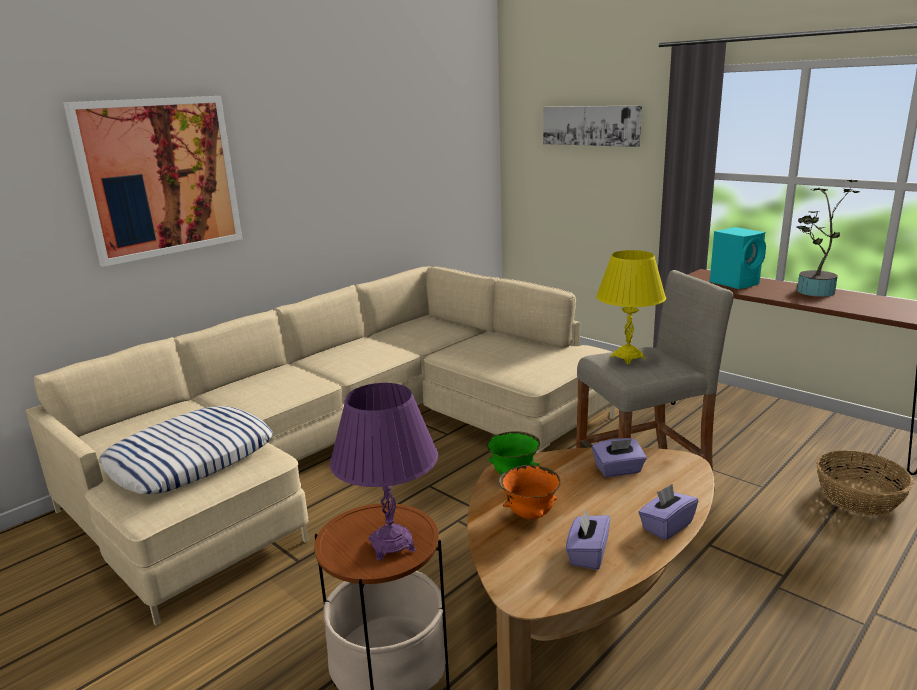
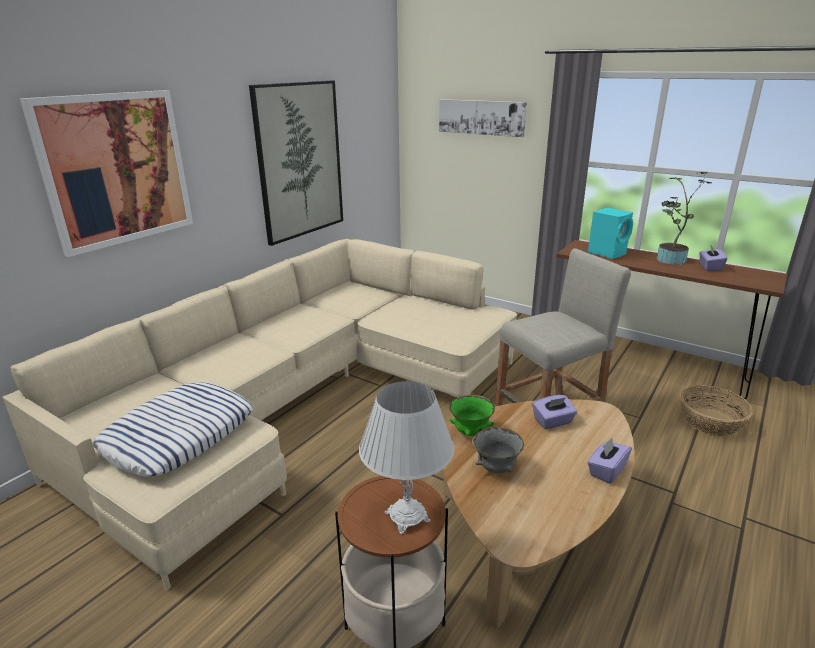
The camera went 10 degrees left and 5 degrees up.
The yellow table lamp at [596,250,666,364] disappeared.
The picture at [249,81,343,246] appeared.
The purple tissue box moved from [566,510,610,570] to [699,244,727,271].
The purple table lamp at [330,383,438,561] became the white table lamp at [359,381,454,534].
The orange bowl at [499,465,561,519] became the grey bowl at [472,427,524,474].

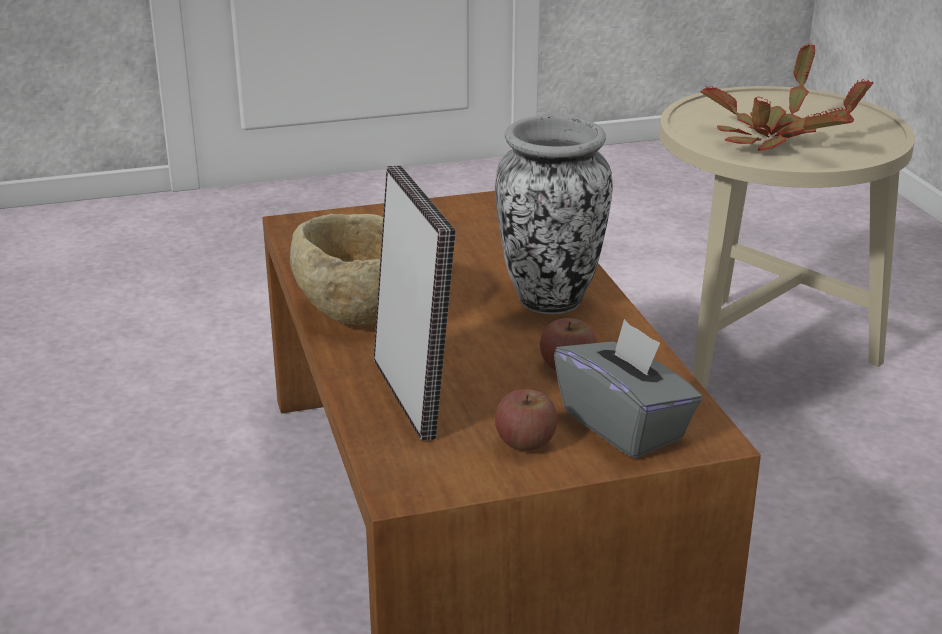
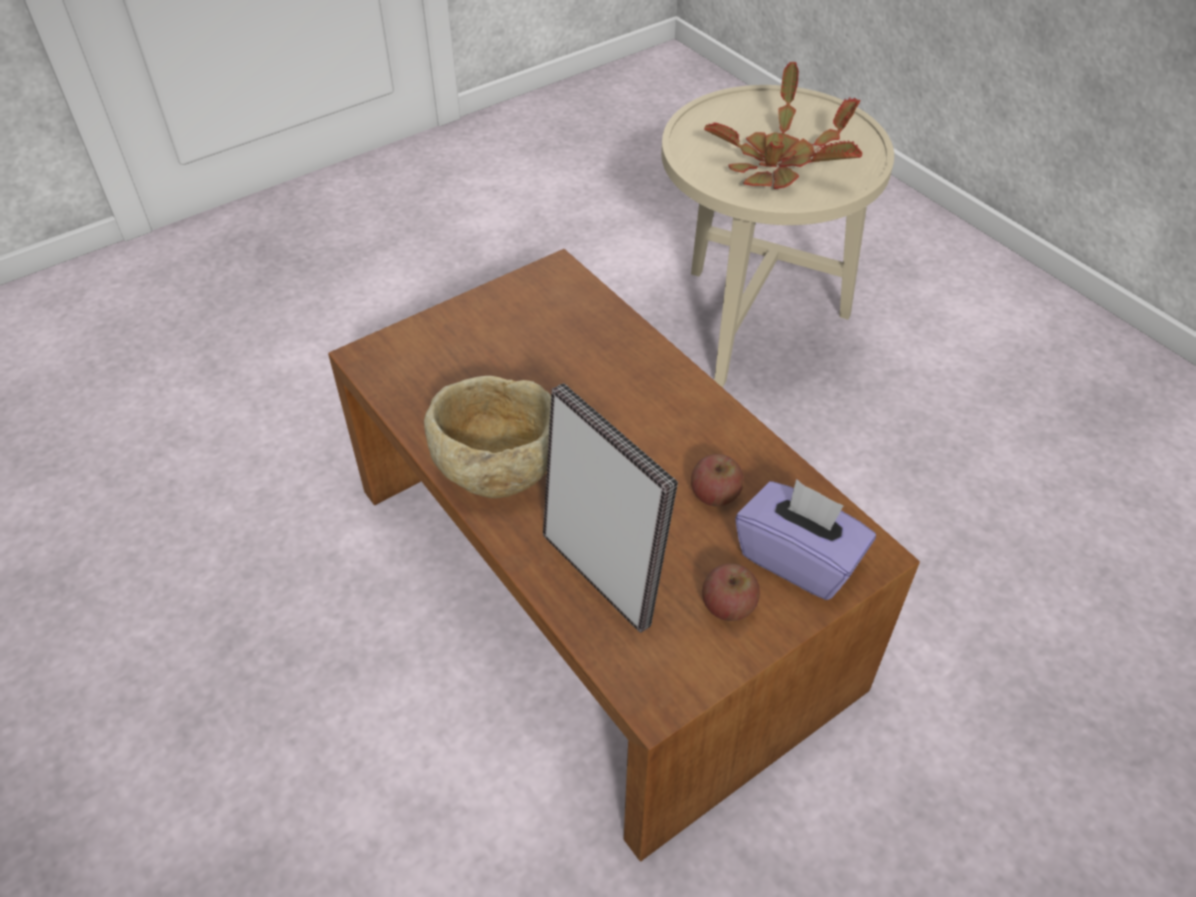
The camera went 20 degrees left and 20 degrees up.
The vase at [495,115,613,314] disappeared.
The grey tissue box at [554,319,703,459] became the purple tissue box at [735,479,876,600].

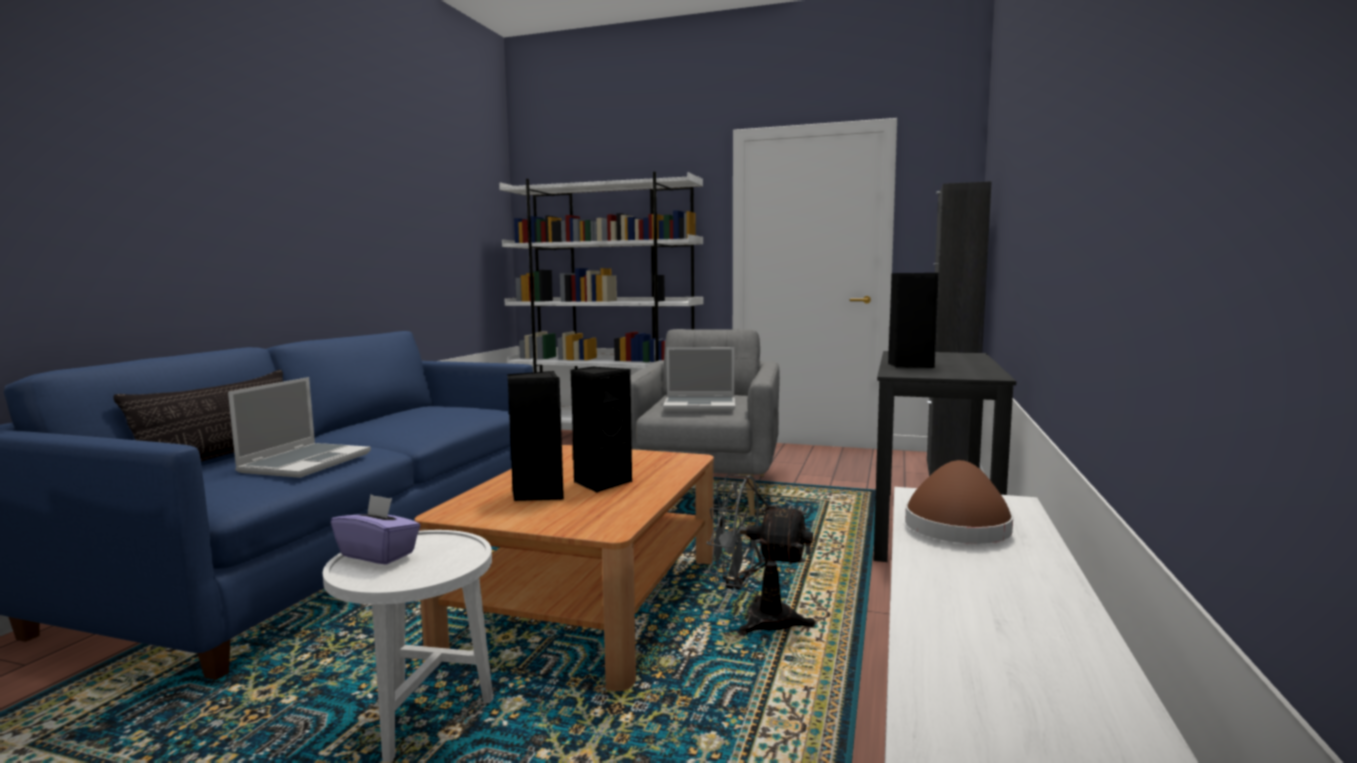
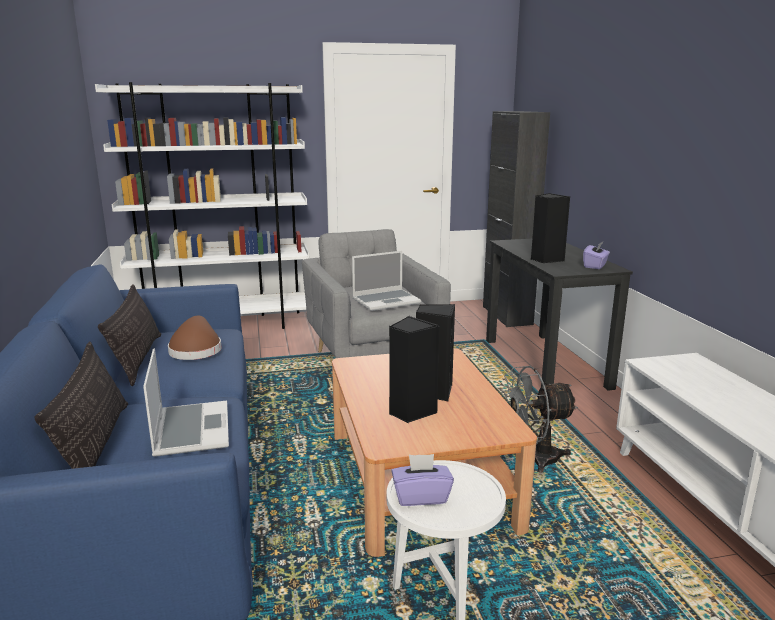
The camera went 30 degrees left and 10 degrees up.
The pillow at [98,284,161,386] appeared.
The purple tissue box at [583,242,610,269] appeared.
The brown hat moved from [905,460,1013,544] to [168,316,221,360].

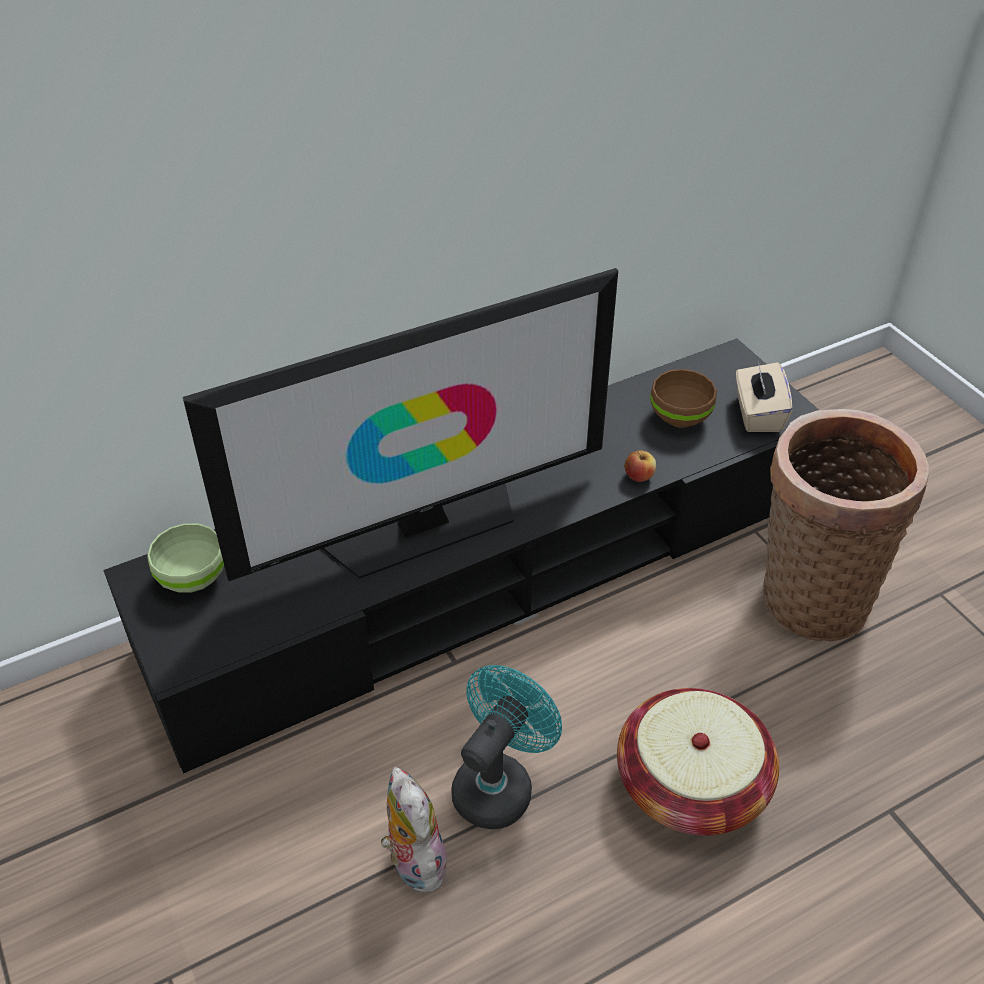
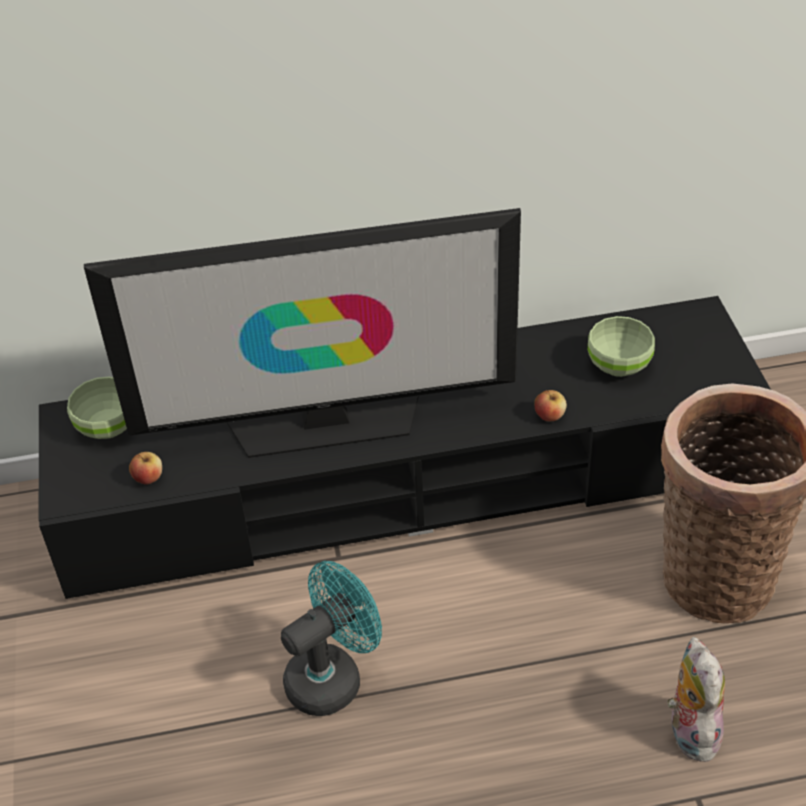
The camera went 20 degrees right and 0 degrees up.
The basket at [617,688,779,836] disappeared.
The beige tissue box at [736,361,793,432] disappeared.
The apple at [129,452,162,485] appeared.
The plush toy moved from [381,767,452,892] to [667,637,725,763].
The brown bowl at [650,369,717,428] became the green bowl at [588,316,655,377].

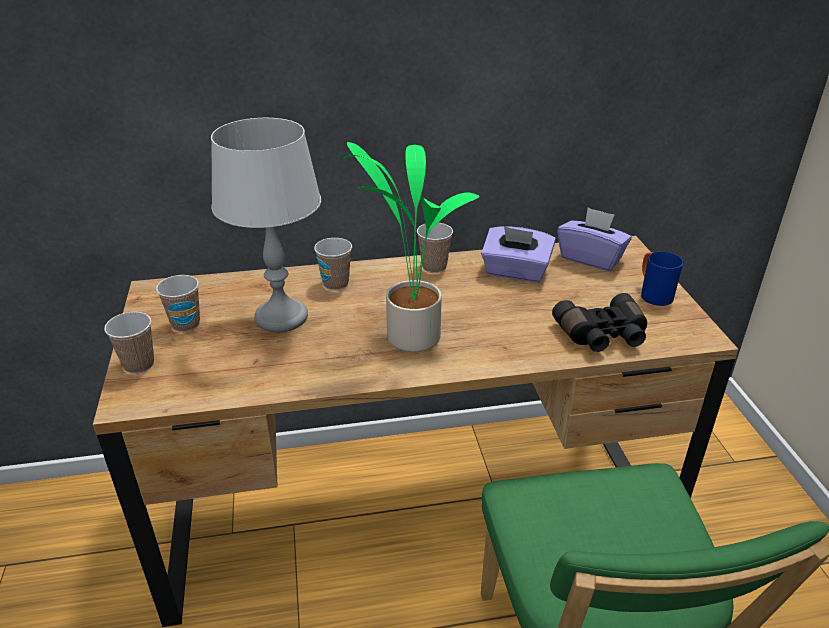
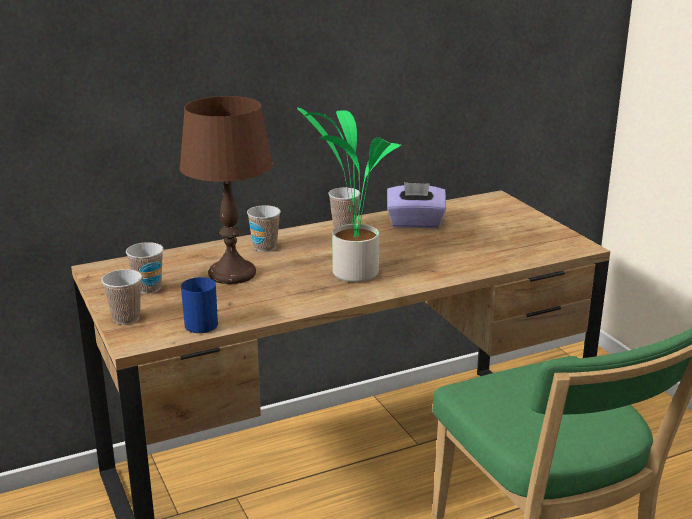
The camera went 15 degrees left and 10 degrees down.
The black binoculars at [552,293,647,352] disappeared.
The purple tissue box at [557,207,632,271] disappeared.
The blue mug moved from [641,252,683,306] to [181,277,218,333].
The grey table lamp at [211,118,321,332] became the brown table lamp at [179,96,273,284].

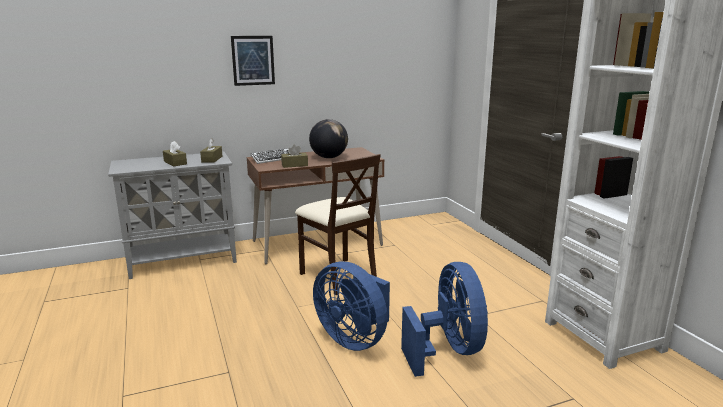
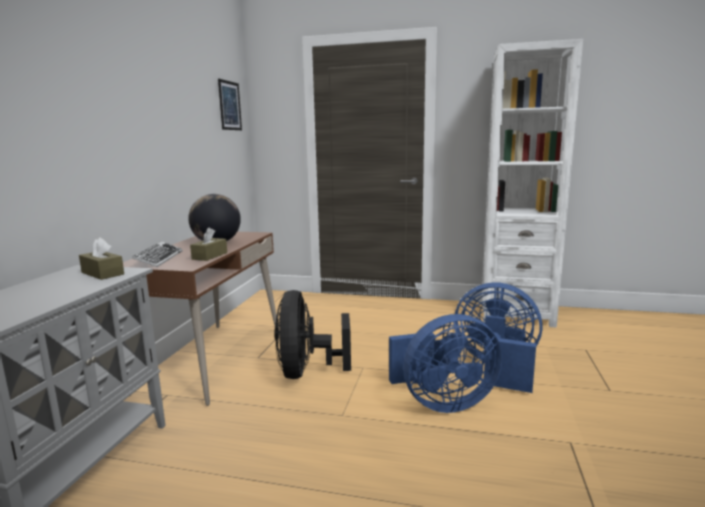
The camera went 55 degrees left and 5 degrees down.
The brown tissue box at [163,141,187,166] disappeared.
The picture moved from [231,36,275,86] to [218,79,242,130].
The beige chair at [295,154,381,295] was replaced by the black fan at [274,290,351,379].

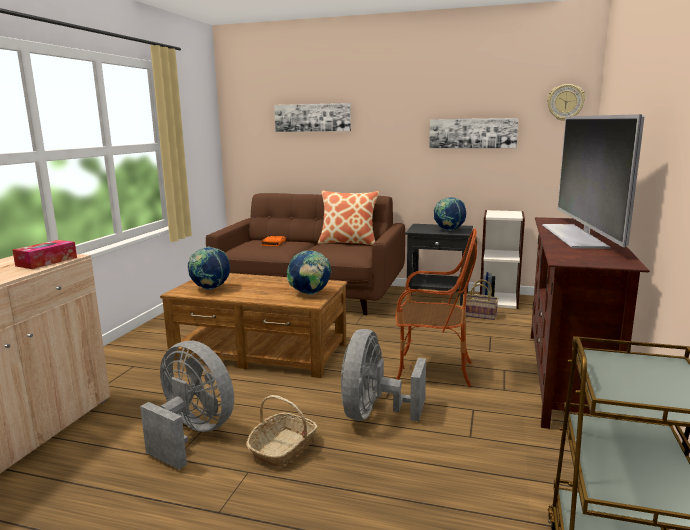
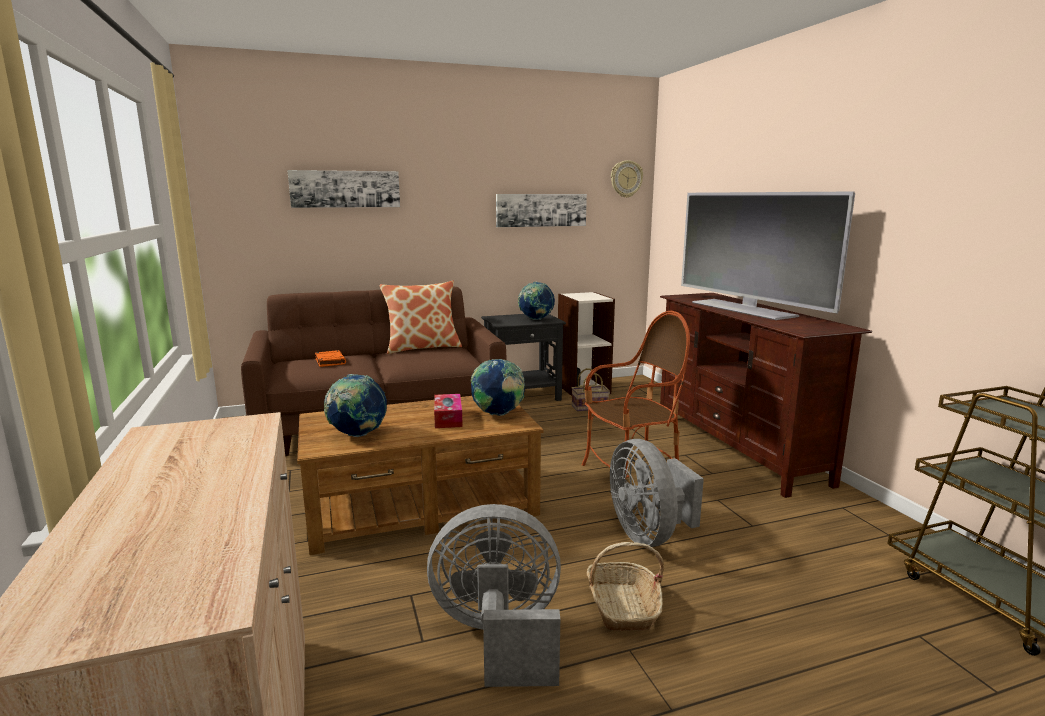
The camera went 35 degrees left and 0 degrees up.
The tissue box moved from [12,240,77,269] to [434,394,463,428].

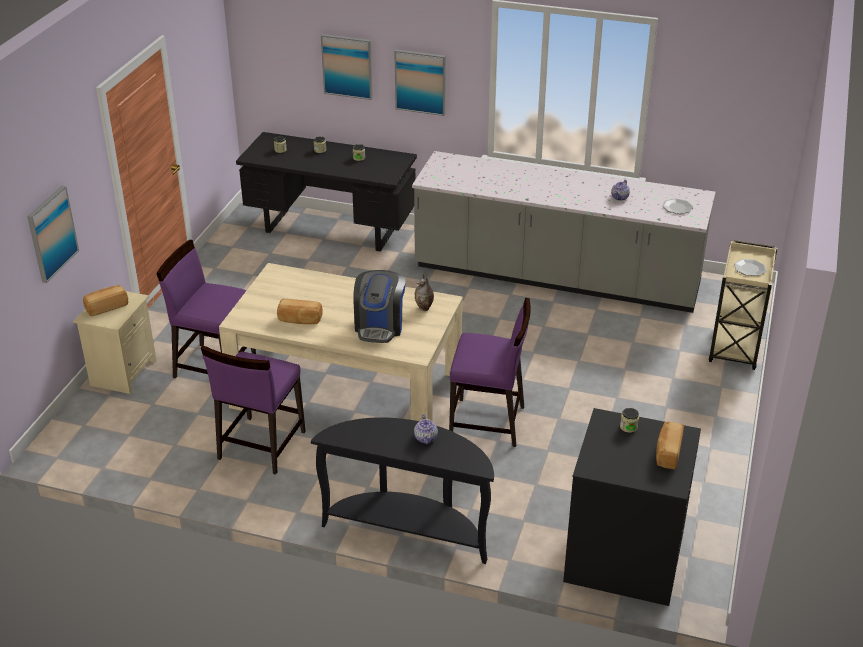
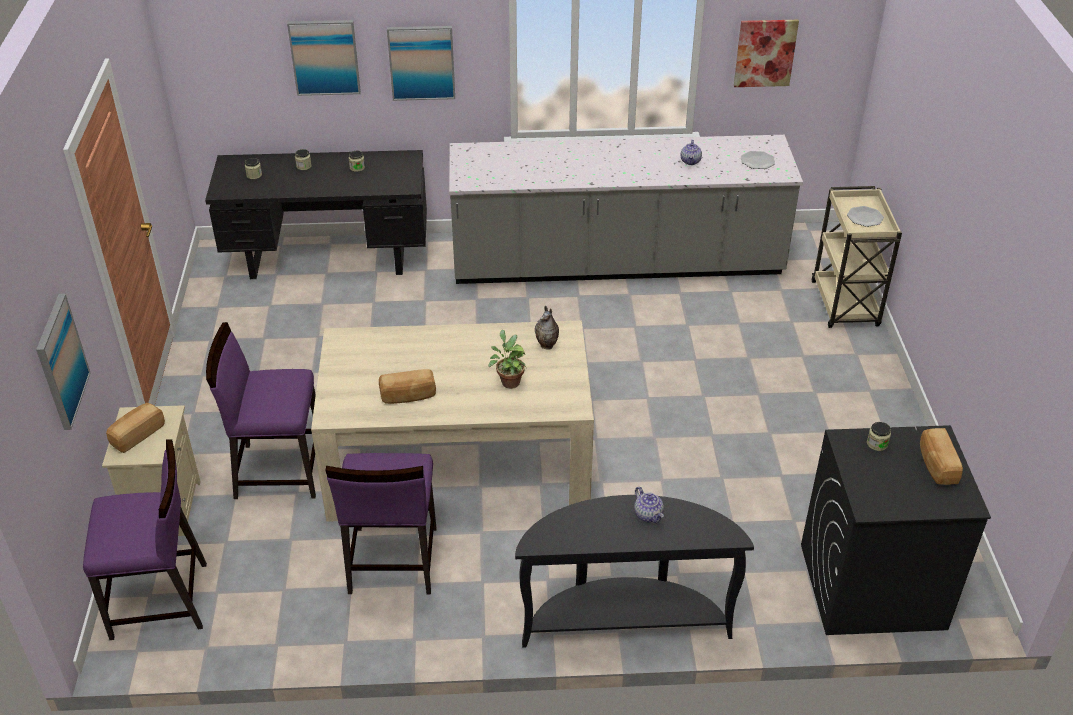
The camera went 20 degrees left and 5 degrees up.
The picture at [734,20,799,87] appeared.
The purple chair moved from [449,298,531,447] to [83,439,207,640].
The coffee machine at [353,270,406,343] was replaced by the potted plant at [488,330,527,389].

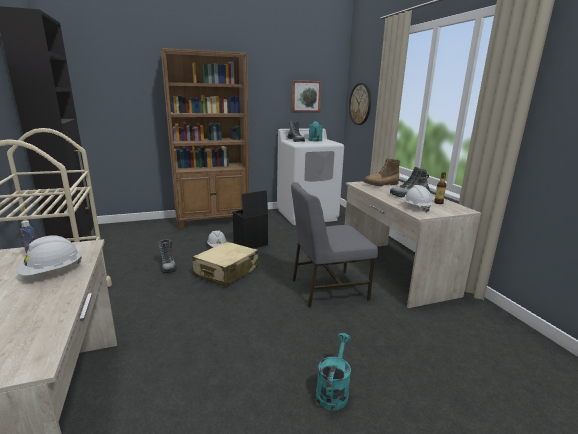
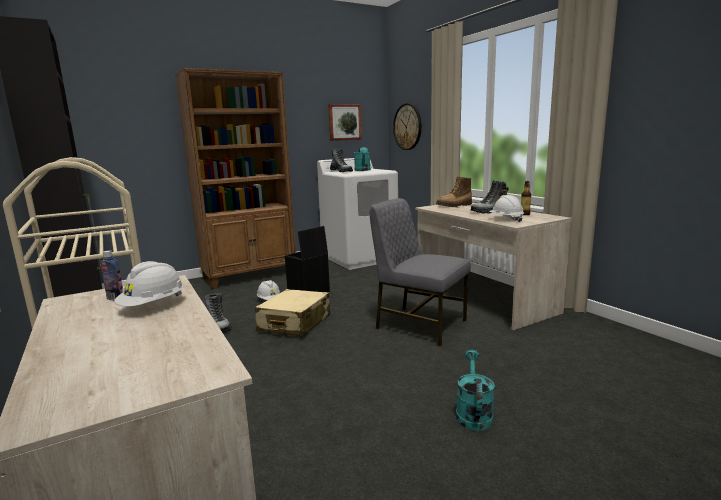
The camera went 10 degrees left and 5 degrees down.
The grey chair at [291,182,378,308] turned 60 degrees clockwise.

